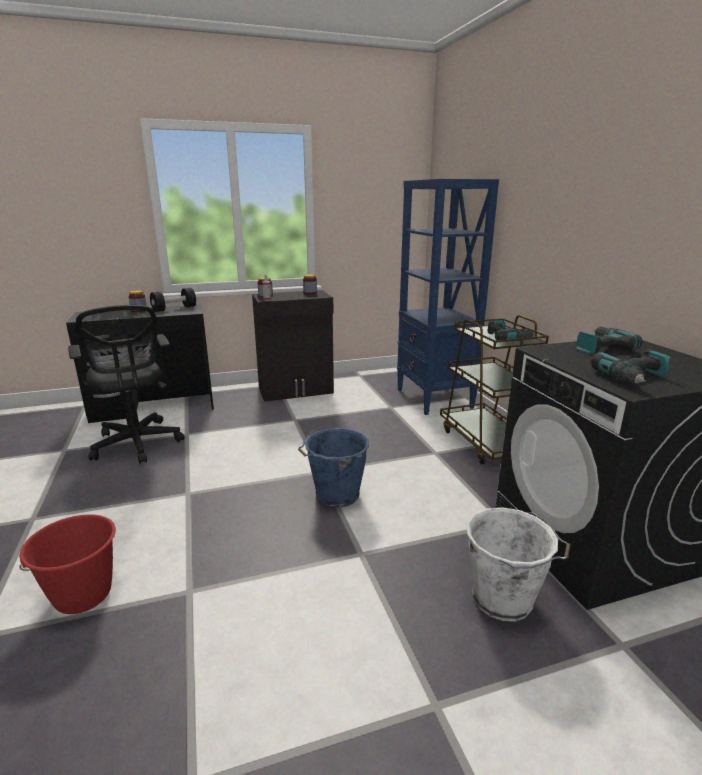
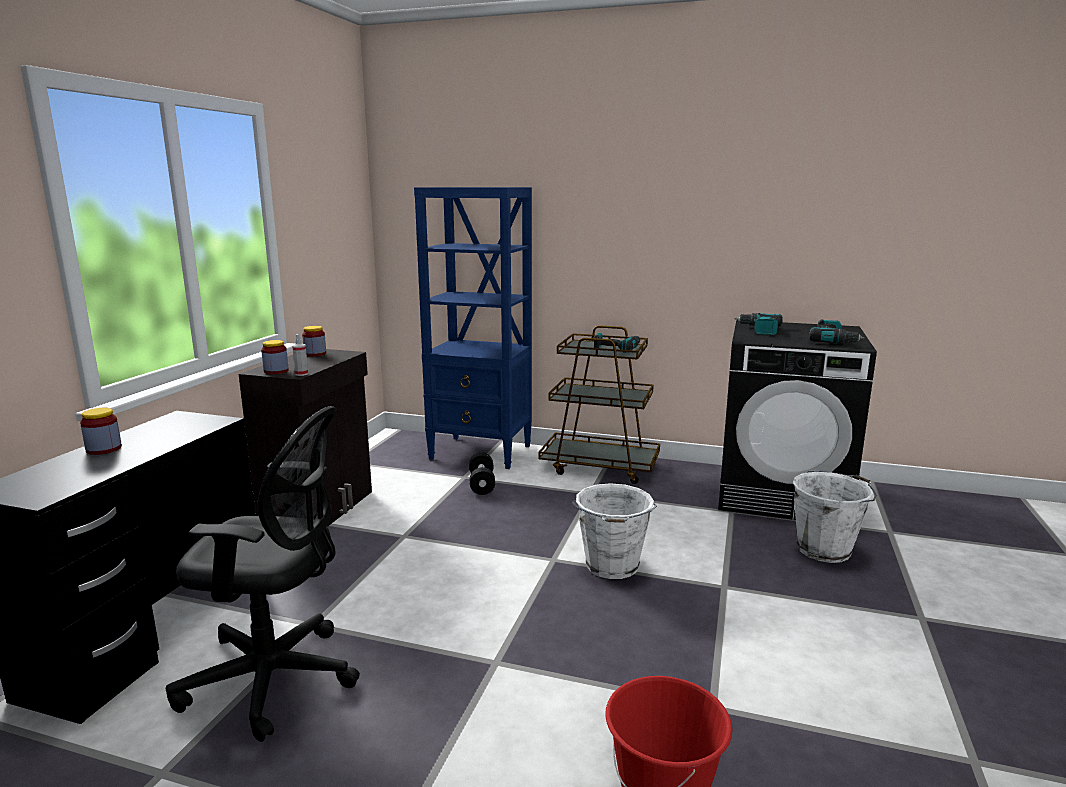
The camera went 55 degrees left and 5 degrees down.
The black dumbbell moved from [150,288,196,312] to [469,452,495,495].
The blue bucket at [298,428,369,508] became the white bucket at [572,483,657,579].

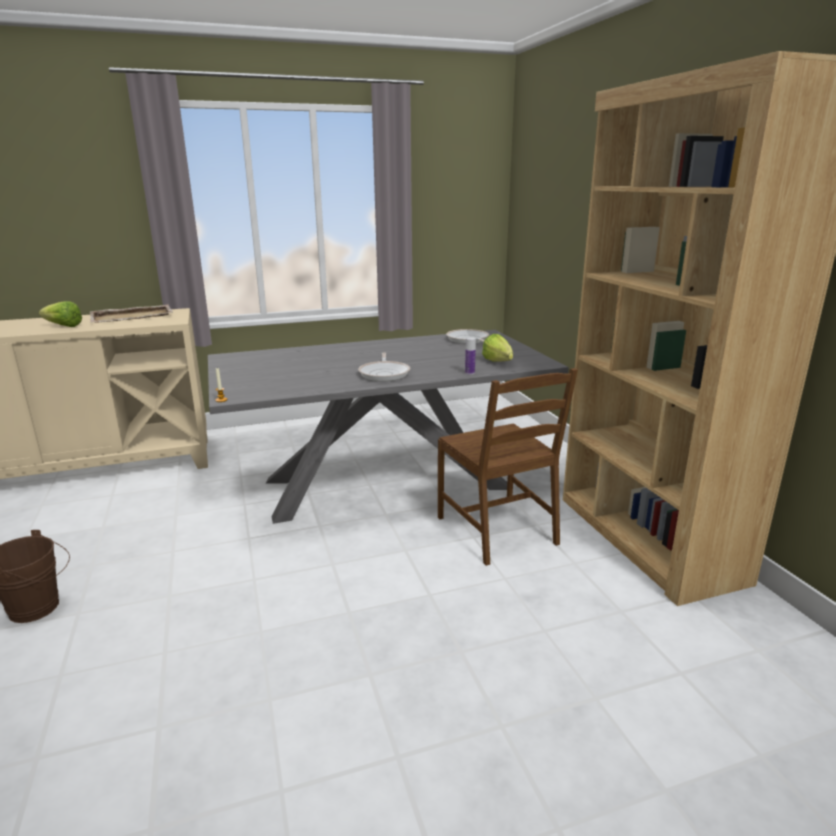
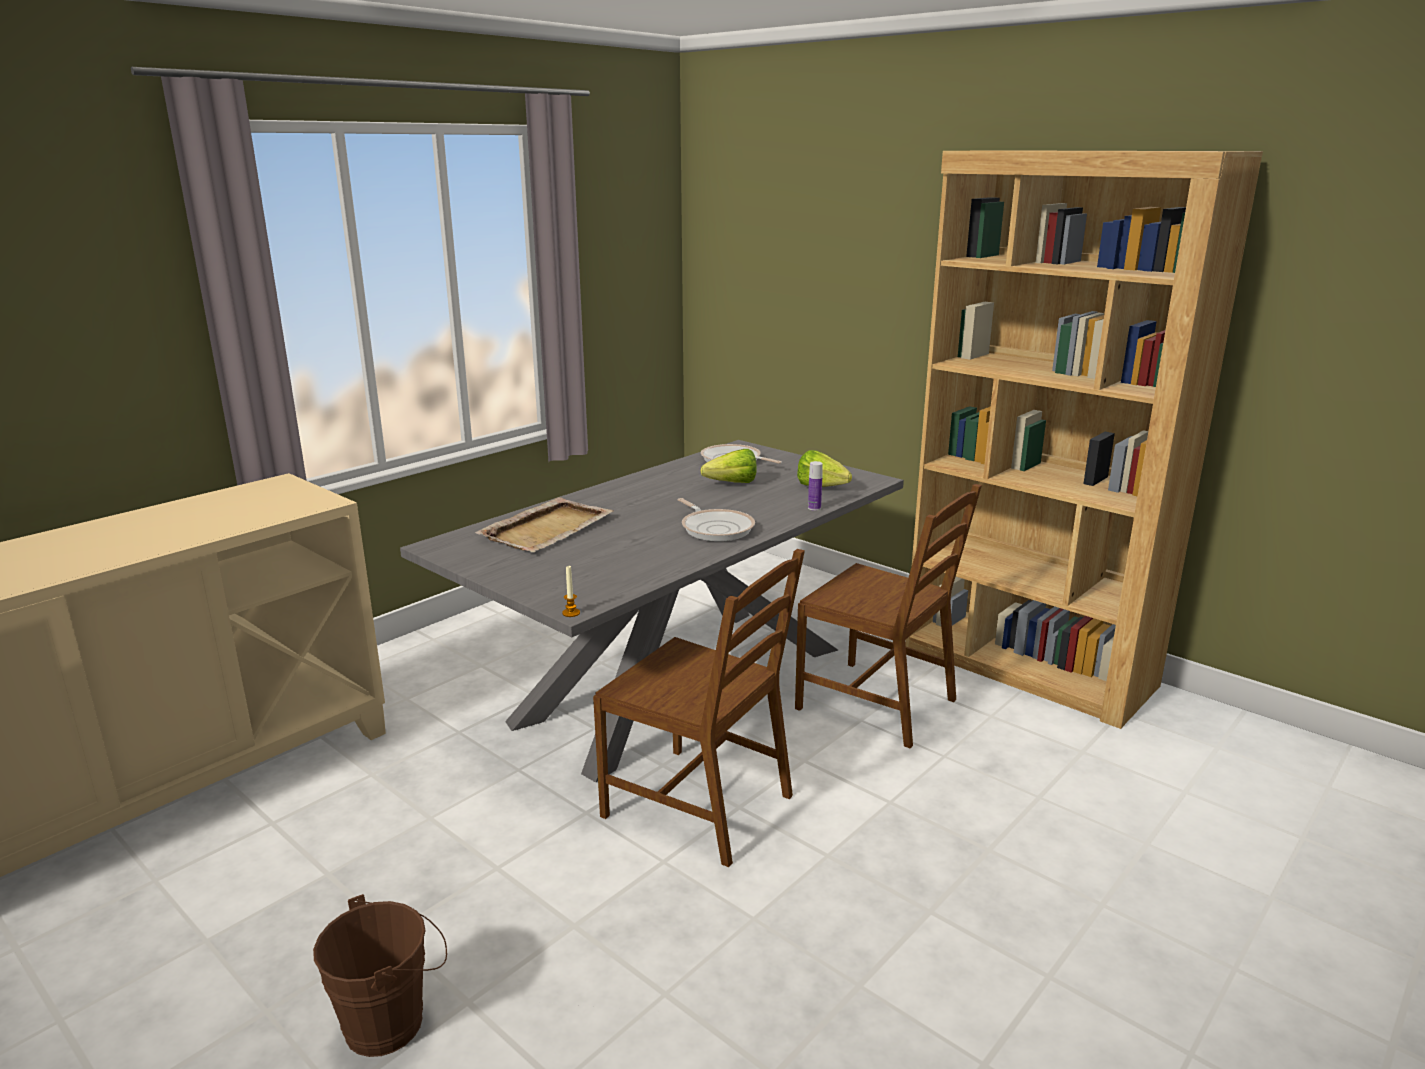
The camera went 30 degrees left and 0 degrees up.
The brown chair at [593,549,805,867] appeared.
The lettuce moved from [39,301,82,327] to [701,449,757,483].
The beige tray moved from [90,305,173,323] to [475,497,613,552].

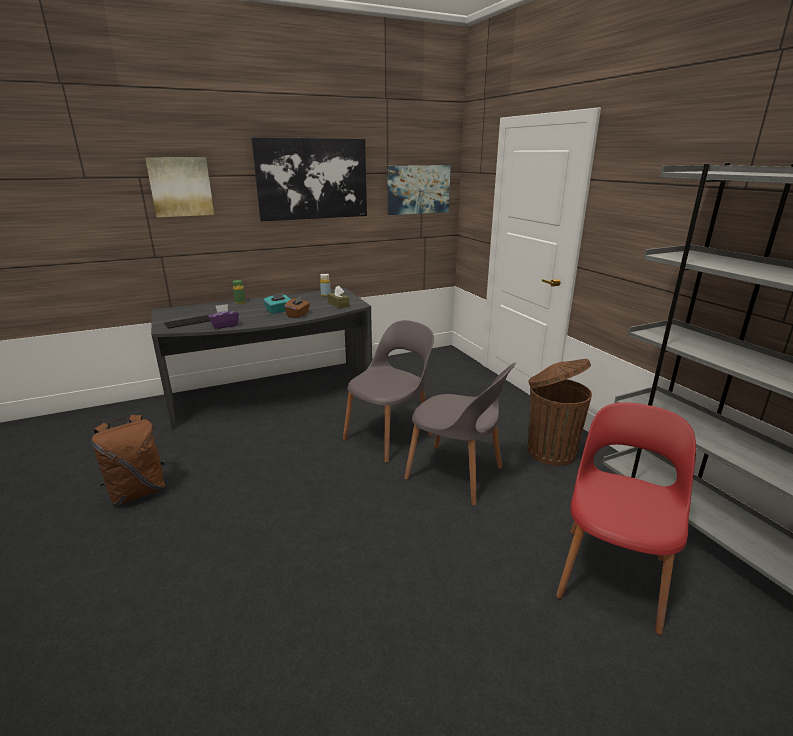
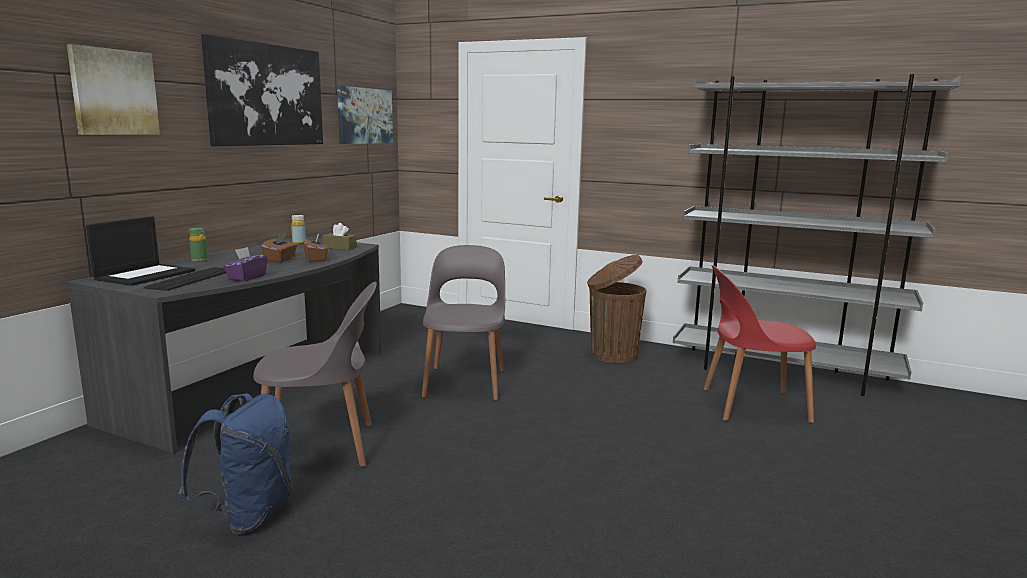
The camera went 40 degrees left and 10 degrees down.
The laptop at [86,216,195,286] appeared.
The grey chair moved from [404,363,516,505] to [253,282,377,467].
The brown backpack at [92,415,165,505] became the blue backpack at [179,393,293,534].
The turquoise tissue box at [263,292,291,314] became the brown tissue box at [261,233,297,262].
The red chair at [556,402,696,635] turned 75 degrees counterclockwise.

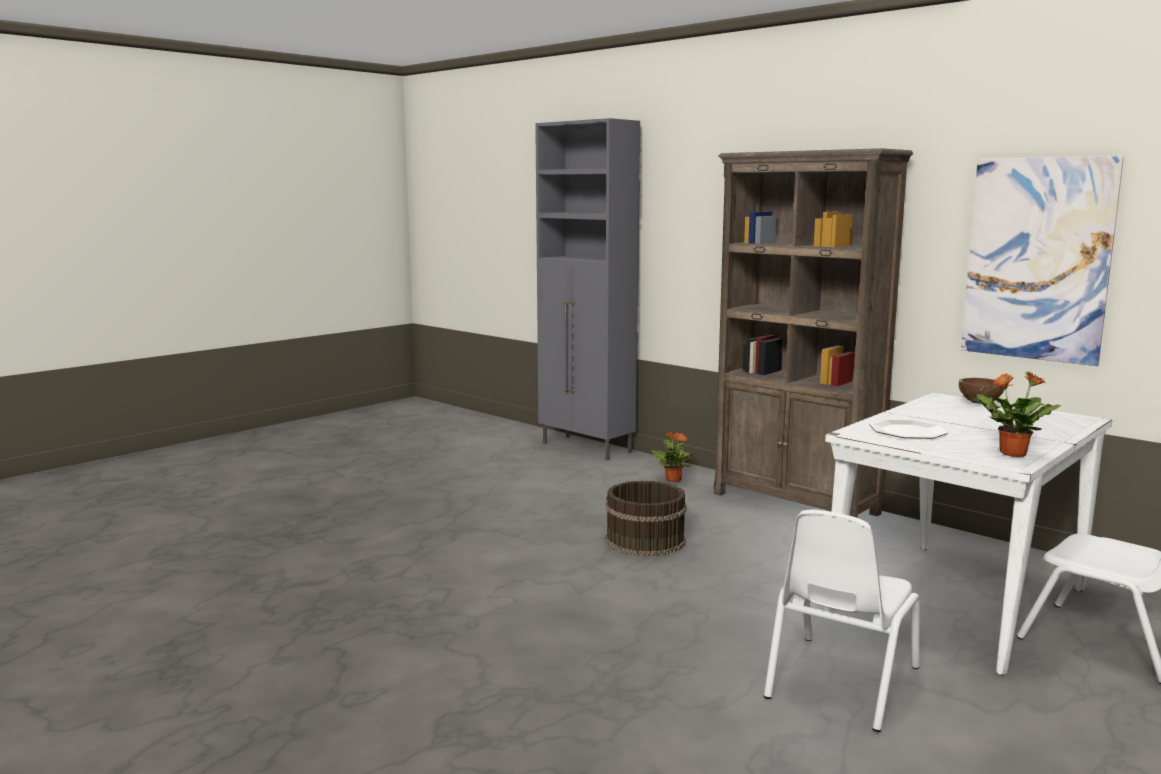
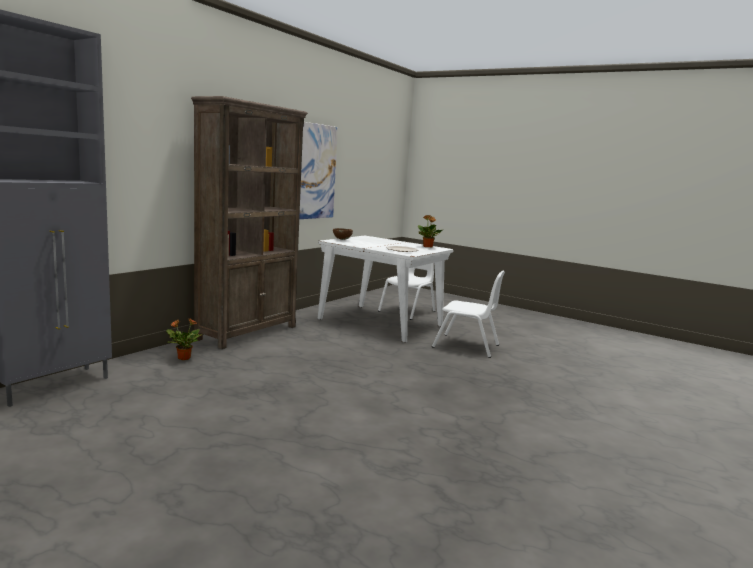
The camera went 100 degrees left and 0 degrees up.
The brown bucket at [605,481,687,556] disappeared.

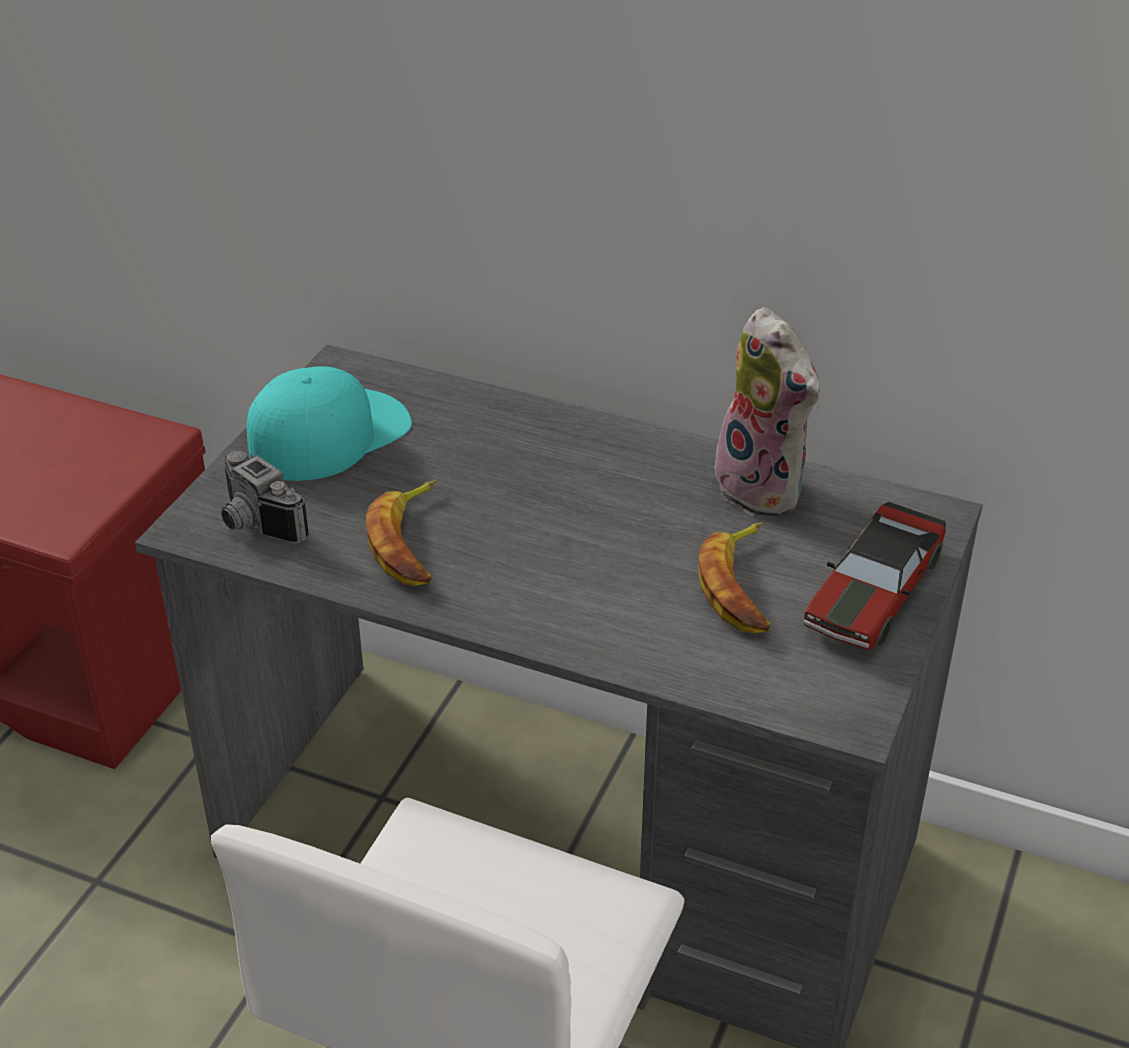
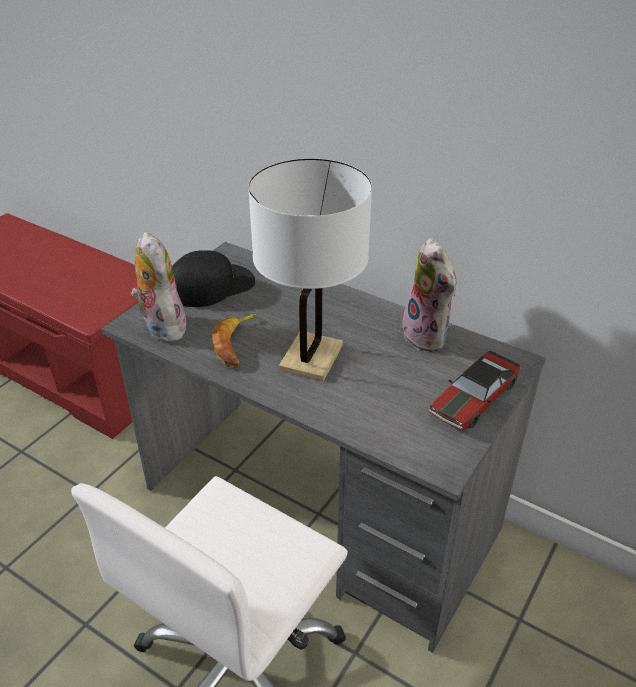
The camera went 10 degrees right and 0 degrees up.
The banana at [699,522,770,633] disappeared.
The white table lamp at [248,159,372,381] appeared.
The photo camera at [221,451,309,544] was replaced by the plush toy at [131,232,186,342].
The turquoise cap at [247,367,412,481] became the black cap at [172,250,255,307].

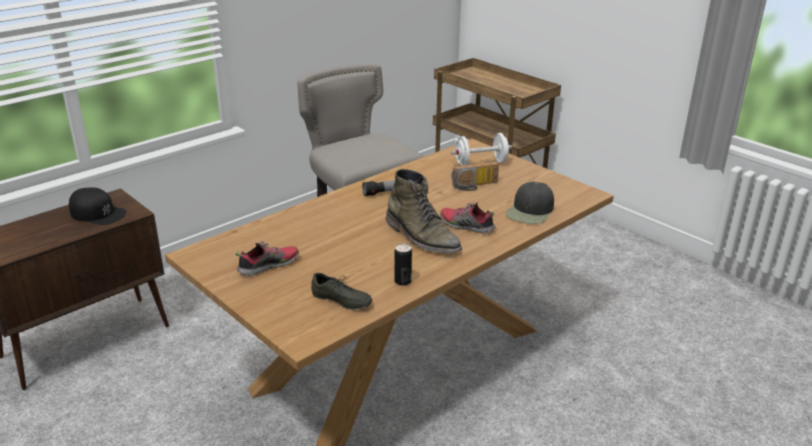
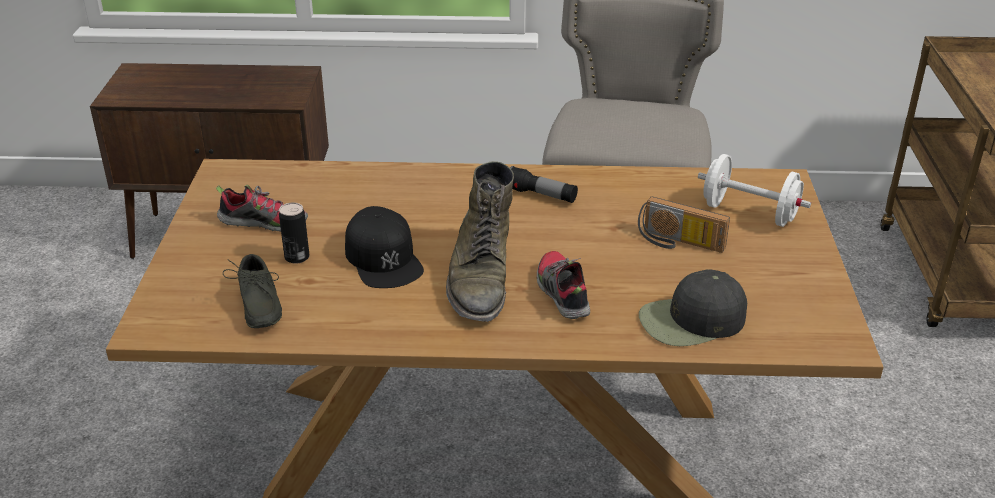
The camera went 45 degrees right and 5 degrees up.
The black cap moved from [69,187,127,225] to [345,206,424,288].
The can moved from [394,244,412,286] to [279,203,310,264].

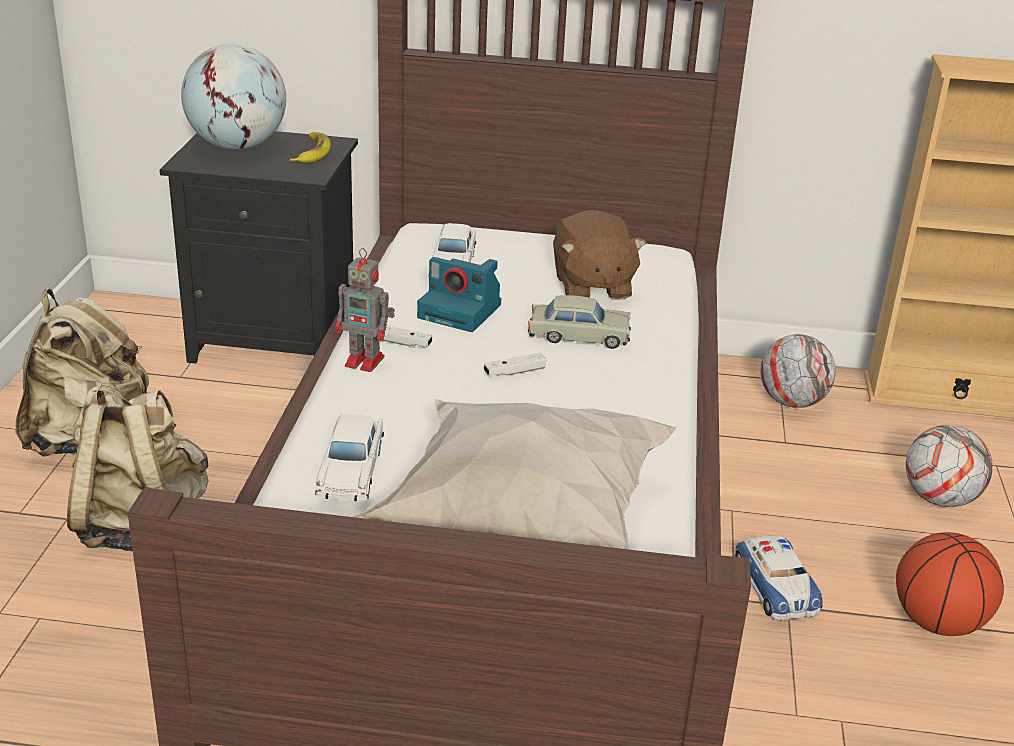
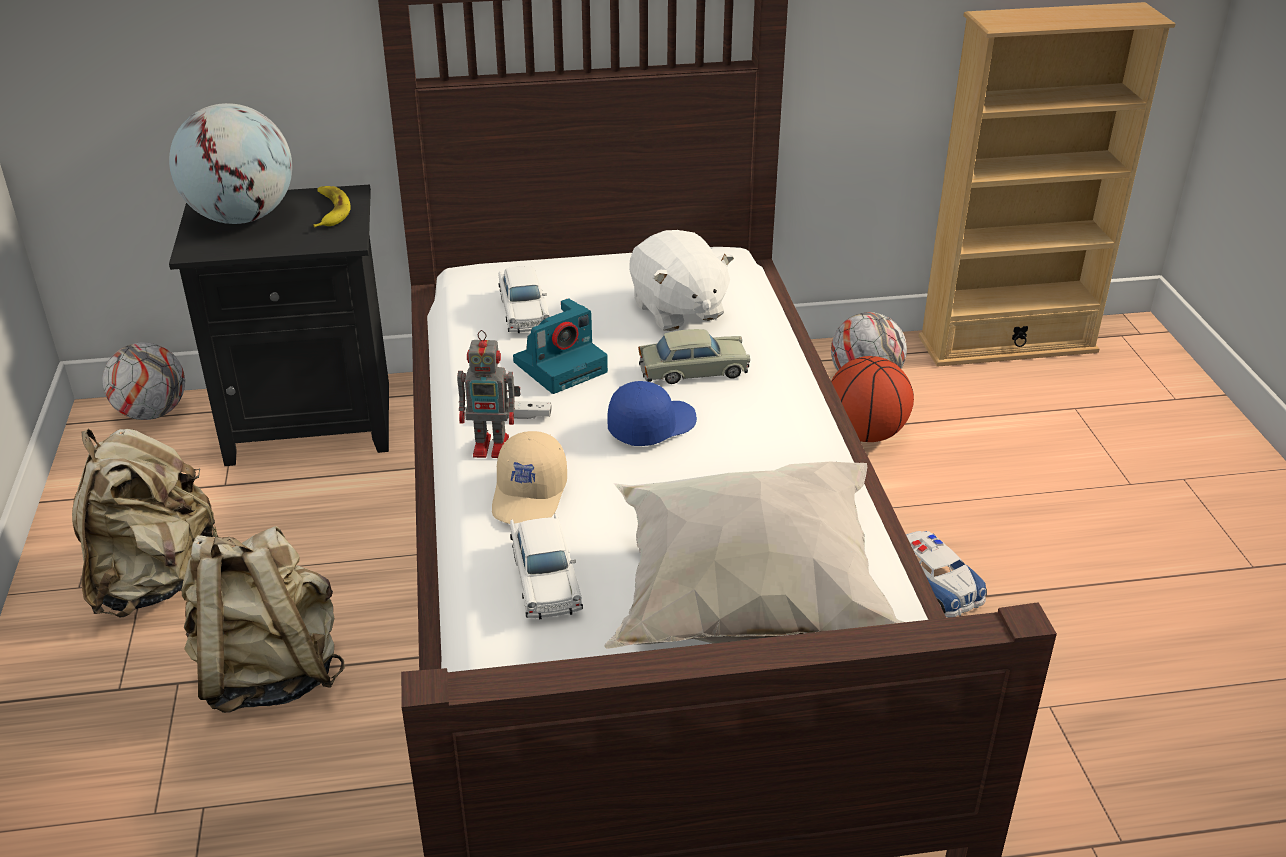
The camera went 15 degrees left and 5 degrees up.
The beige cap at [492,431,567,524] appeared.
The basketball moved from [896,532,1004,636] to [831,356,914,442].
The football moved from [906,425,993,507] to [102,342,185,420].
The white game controller at [484,353,546,376] was replaced by the blue cap at [607,381,697,446].
The brown plush toy at [553,210,646,300] became the white plush toy at [629,230,734,331].
The photo camera at [417,257,501,332] turned 45 degrees counterclockwise.

